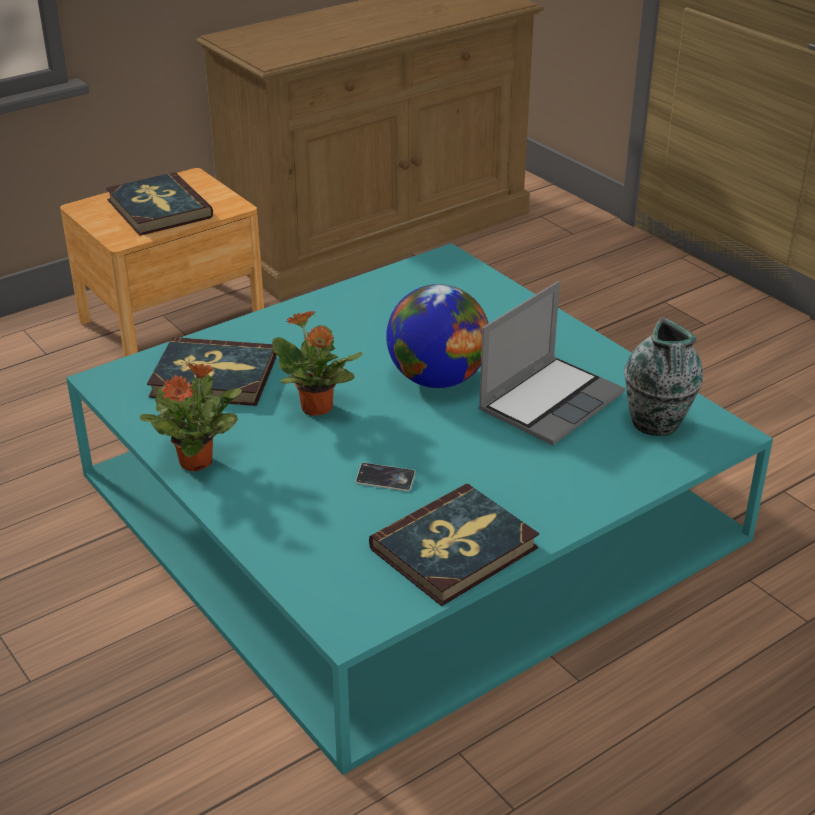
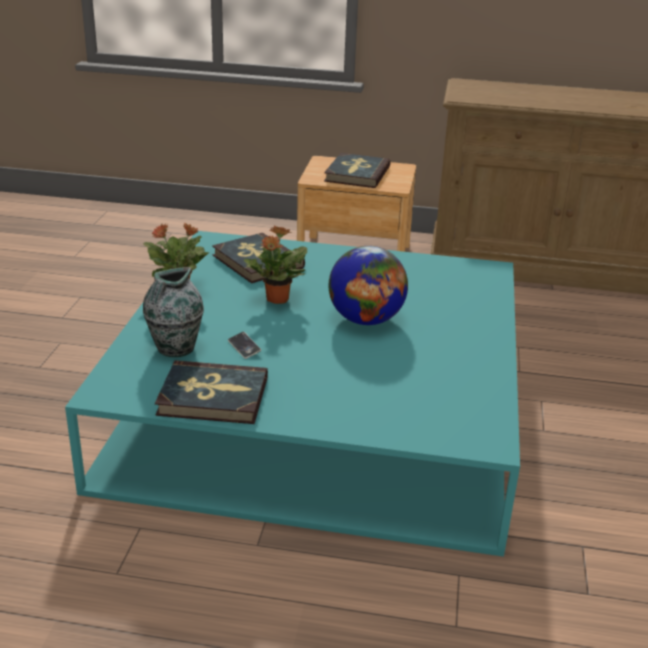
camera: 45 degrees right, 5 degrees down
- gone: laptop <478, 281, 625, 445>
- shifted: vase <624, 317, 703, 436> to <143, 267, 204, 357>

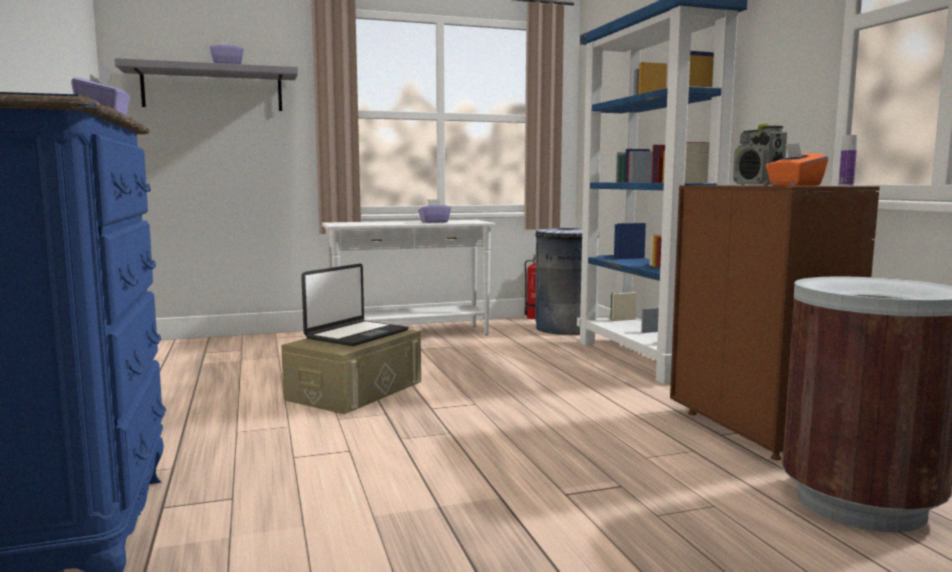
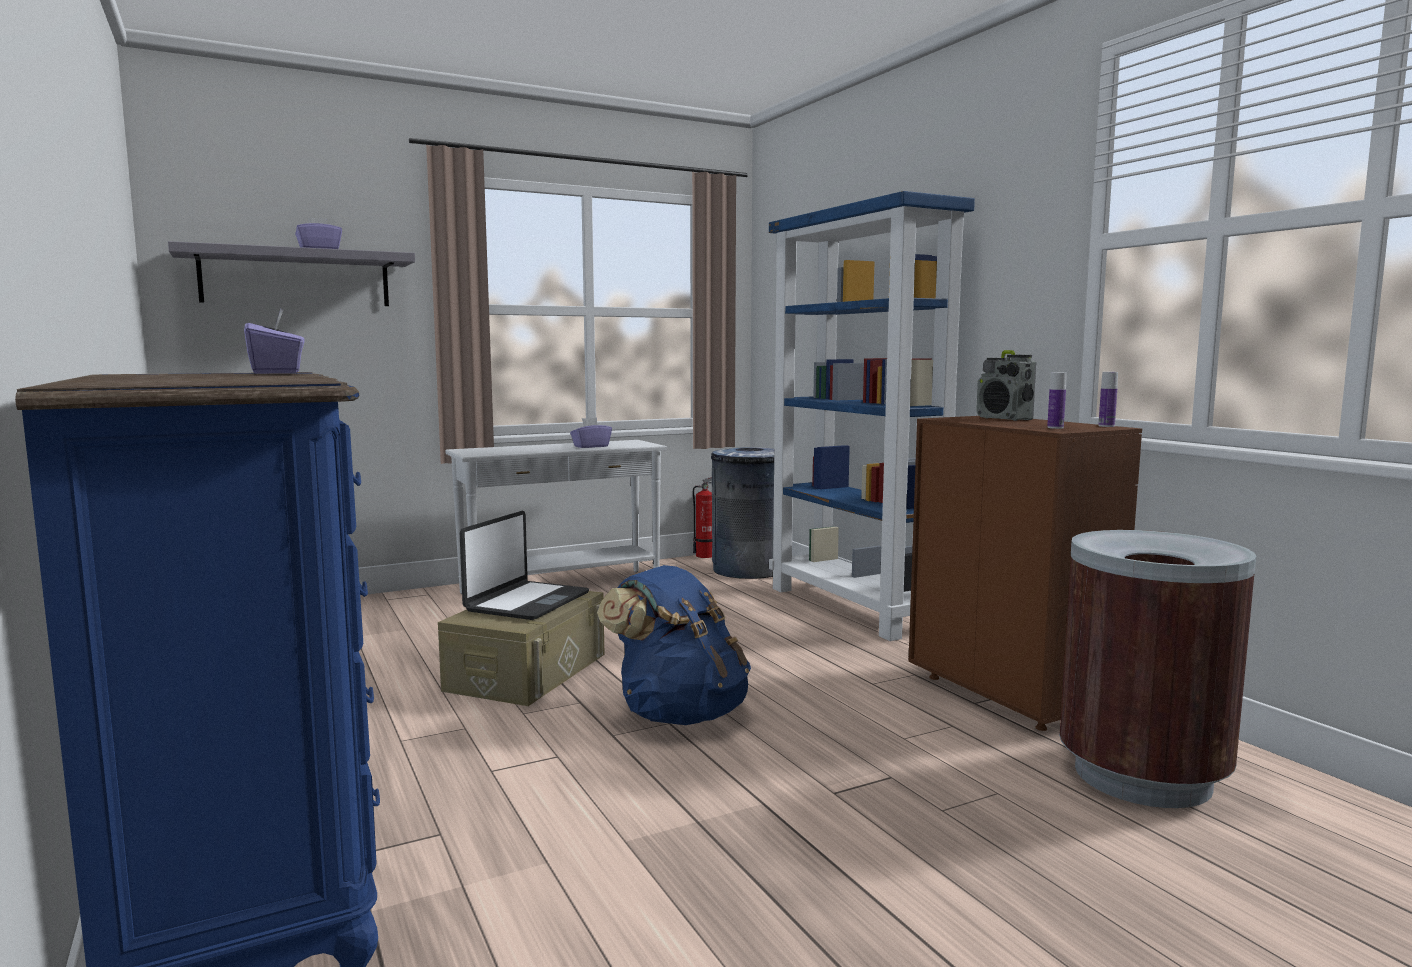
camera: 10 degrees left, 0 degrees up
- new: blue backpack <597, 565, 751, 725>
- swapped: orange tissue box <766, 143, 829, 186> to bottle <1047, 372, 1067, 429>

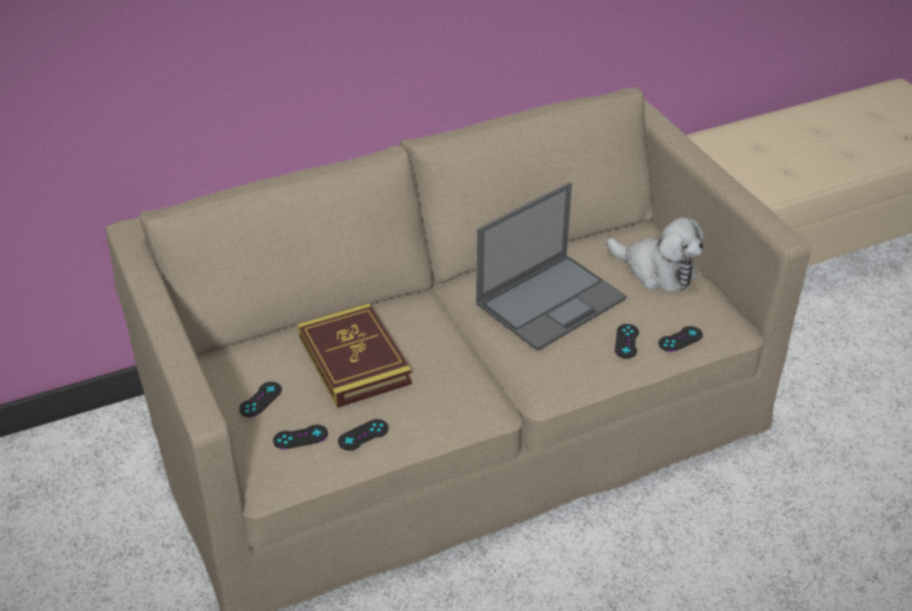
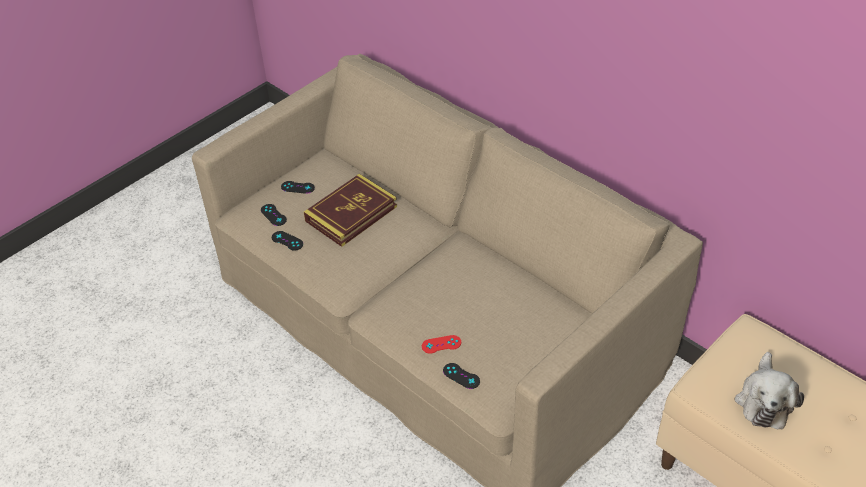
camera: 70 degrees right, 5 degrees up
- gone: laptop <476, 182, 627, 351>
- shifted: plush toy <607, 217, 704, 292> to <735, 352, 804, 430>
- repainted: black game controller <615, 324, 639, 358> to red game controller <422, 335, 461, 354>

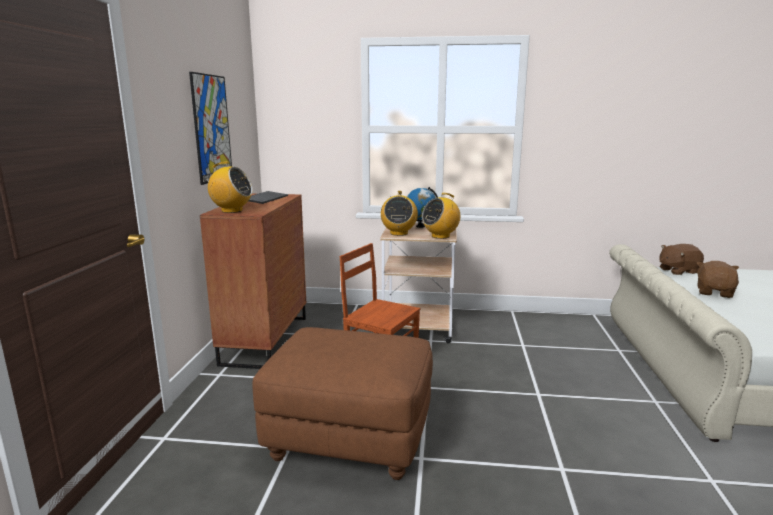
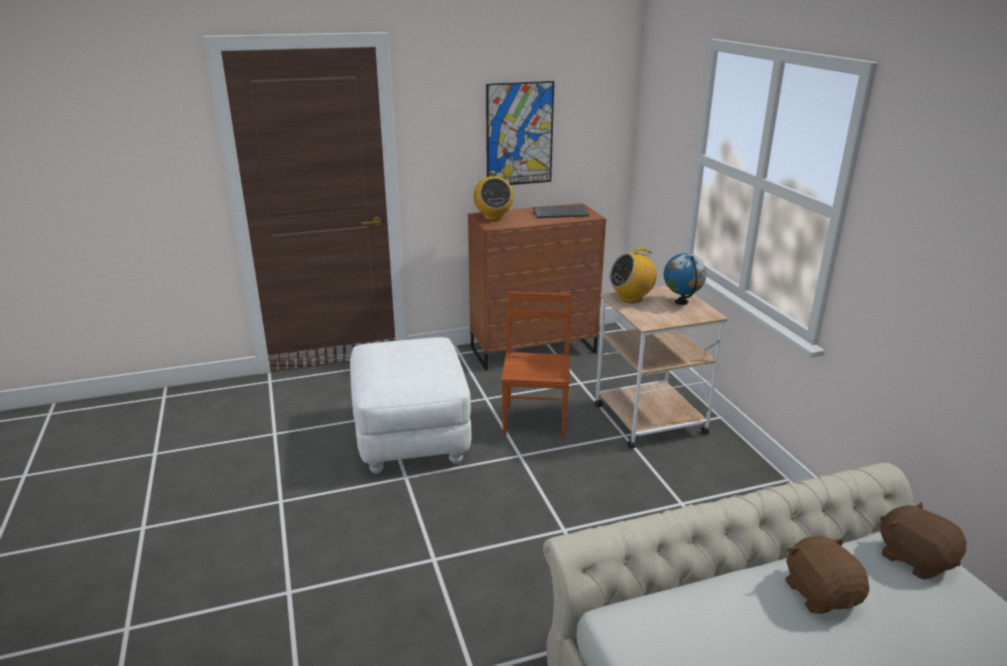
camera: 65 degrees right, 10 degrees up
- gone: radio <422, 193, 460, 239>
- repainted: brown ottoman <252, 327, 433, 480> to white ottoman <350, 337, 471, 474>
- rotated: brown plush toy <697, 261, 739, 298> = <785, 536, 870, 614> 105 degrees counterclockwise

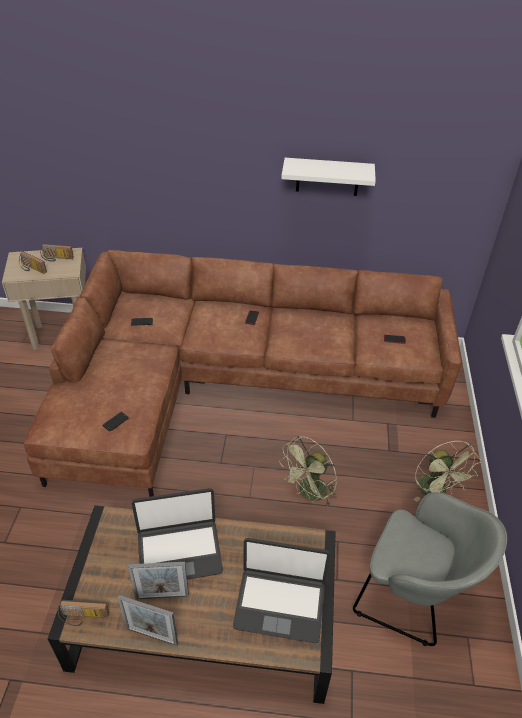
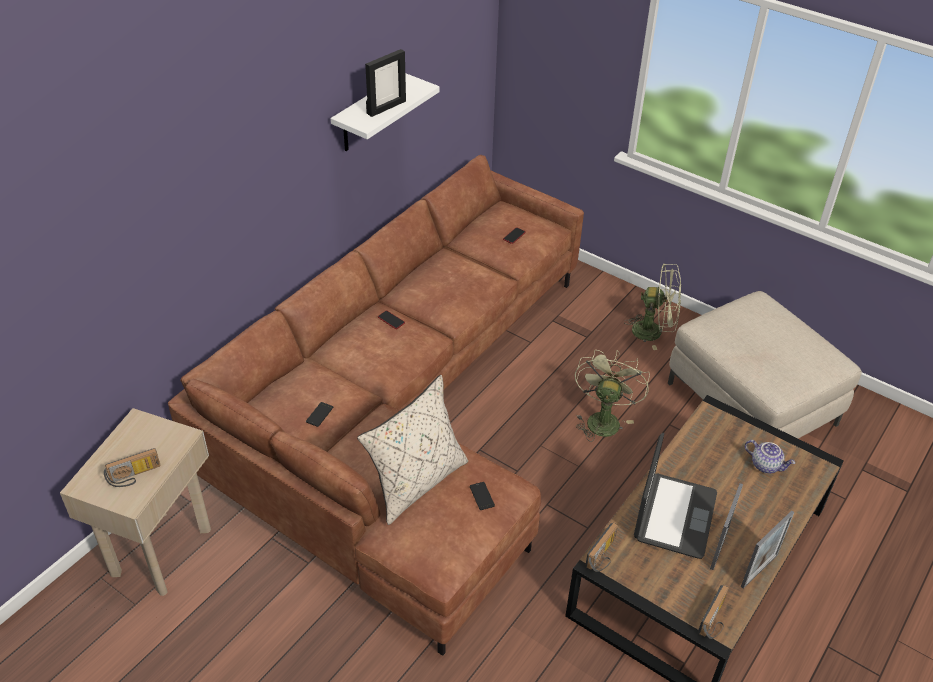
camera: 60 degrees left, 0 degrees up
- new: beige pillow <357, 375, 468, 525>
- new: picture frame <365, 49, 406, 117>
- shifted: radio <40, 244, 74, 262> to <586, 523, 618, 572>
- swapped: laptop <233, 538, 330, 643> to teapot <745, 440, 795, 473>
- swapped: grey armchair <353, 492, 507, 646> to beige ottoman <668, 291, 862, 439>
- rotated: green fan <279, 436, 337, 507> = <575, 350, 650, 442> 150 degrees counterclockwise

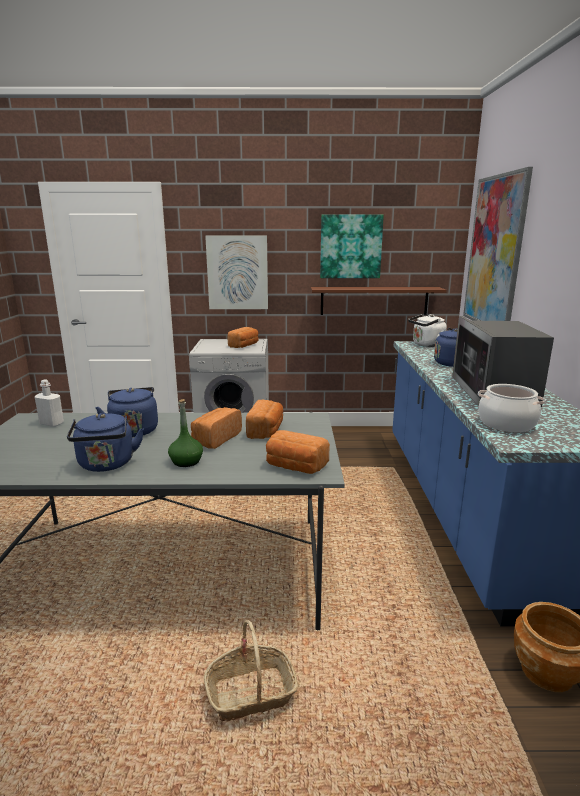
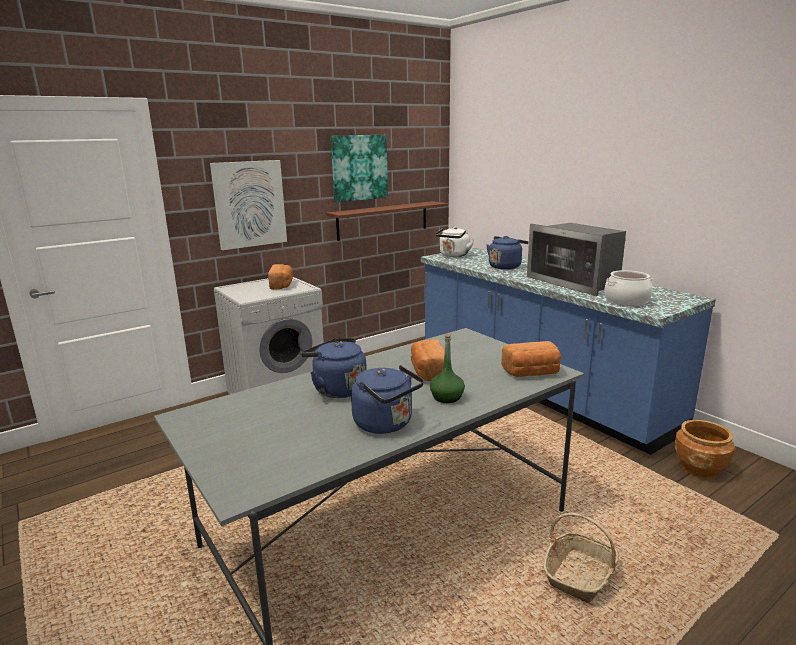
camera: 35 degrees left, 0 degrees up
- gone: white bottle <35, 379, 64, 427>
- gone: bread <246, 400, 283, 439>
- gone: picture <463, 167, 533, 321>

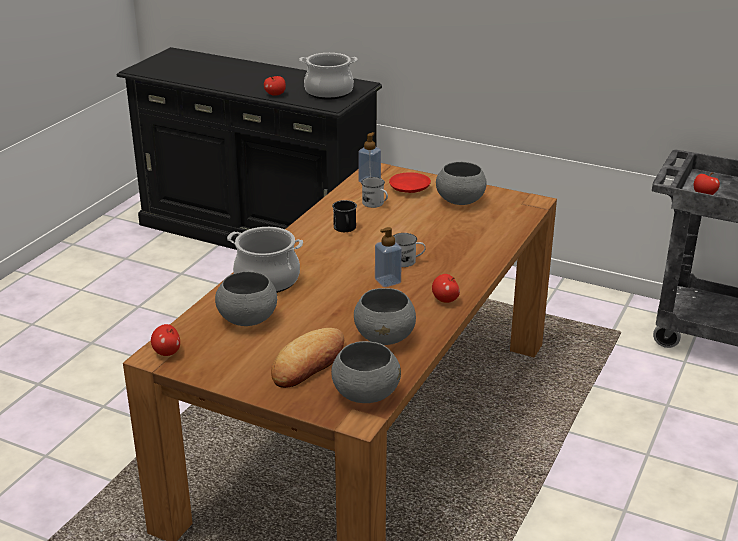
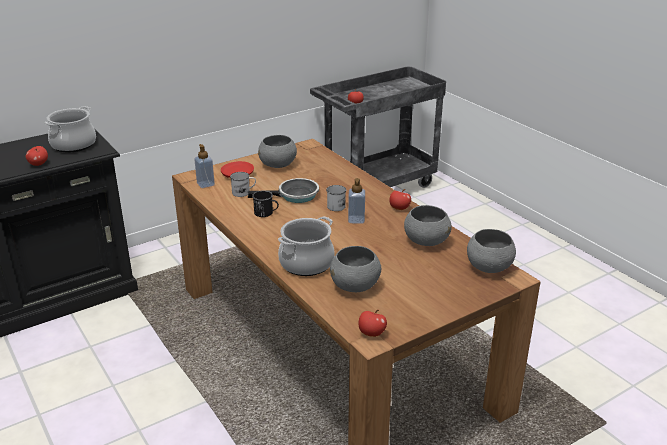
camera: 60 degrees left, 0 degrees up
- gone: bread <271, 328, 344, 388>
- new: frying pan <248, 178, 319, 203>

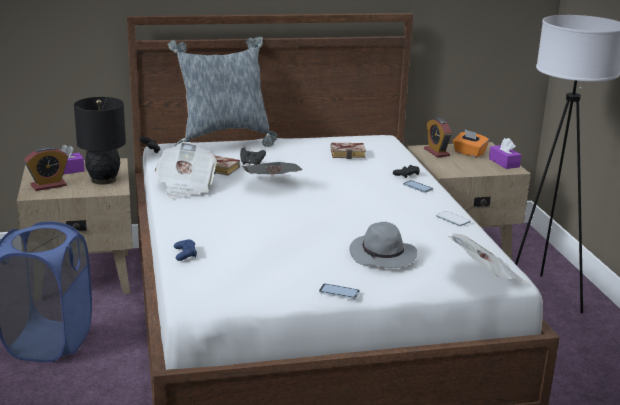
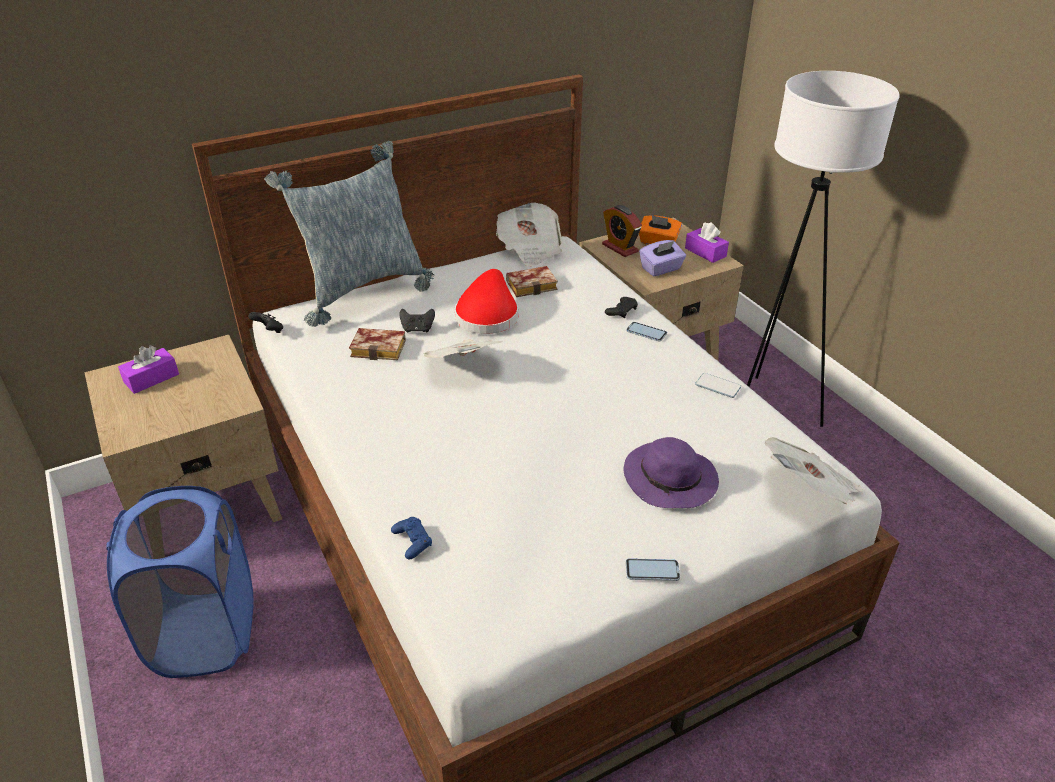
camera: 15 degrees left, 15 degrees up
- gone: alarm clock <24, 146, 68, 191>
- gone: black table lamp <74, 97, 126, 185>
- new: red hat <455, 269, 518, 334>
- new: purple tissue box <639, 240, 686, 276>
- shifted: newspaper <155, 142, 217, 199> to <496, 203, 562, 267>
- repainted: grey hat <349, 222, 417, 268> to purple hat <623, 437, 719, 508>

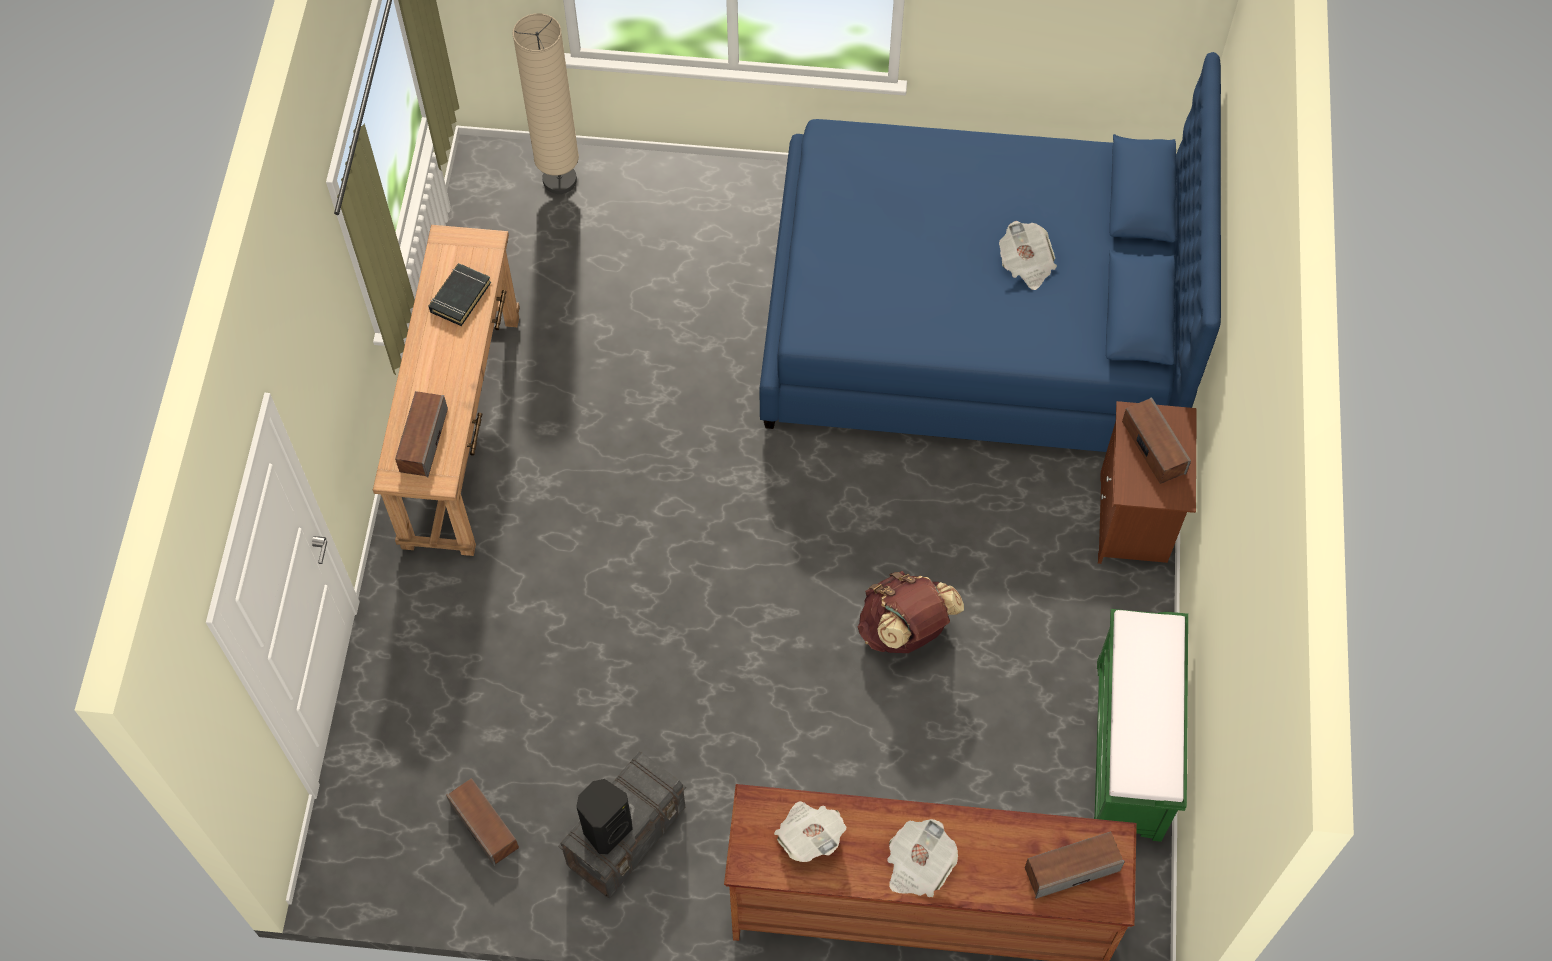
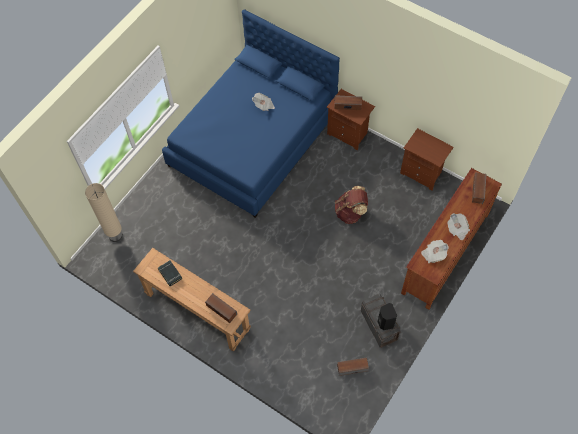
camera: 60 degrees left, 0 degrees up
- swapped: green bench <1094, 609, 1188, 842> to brown nightstand <400, 128, 454, 190>

